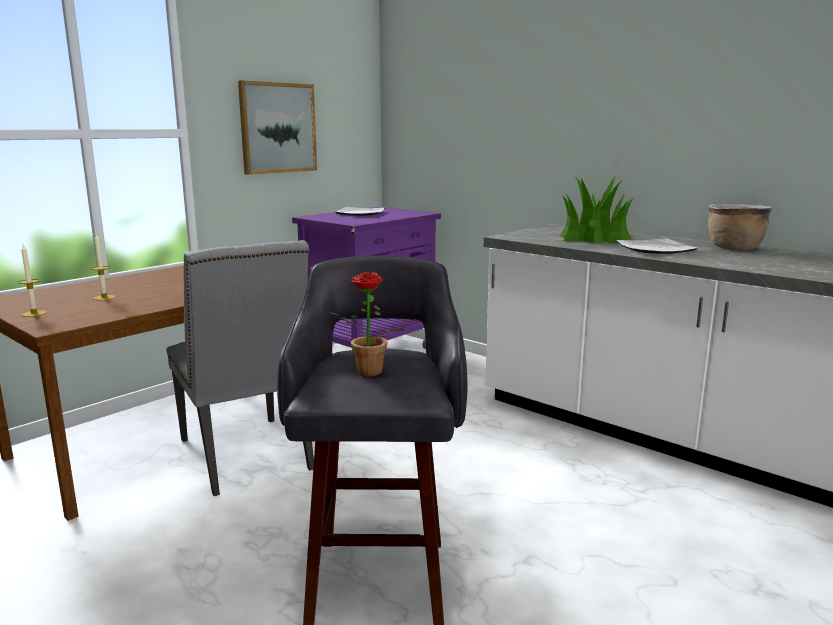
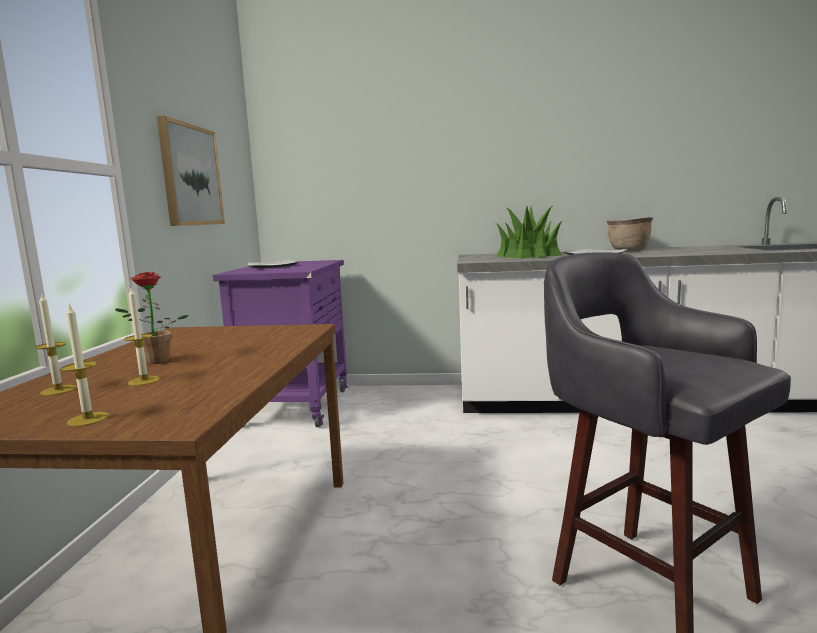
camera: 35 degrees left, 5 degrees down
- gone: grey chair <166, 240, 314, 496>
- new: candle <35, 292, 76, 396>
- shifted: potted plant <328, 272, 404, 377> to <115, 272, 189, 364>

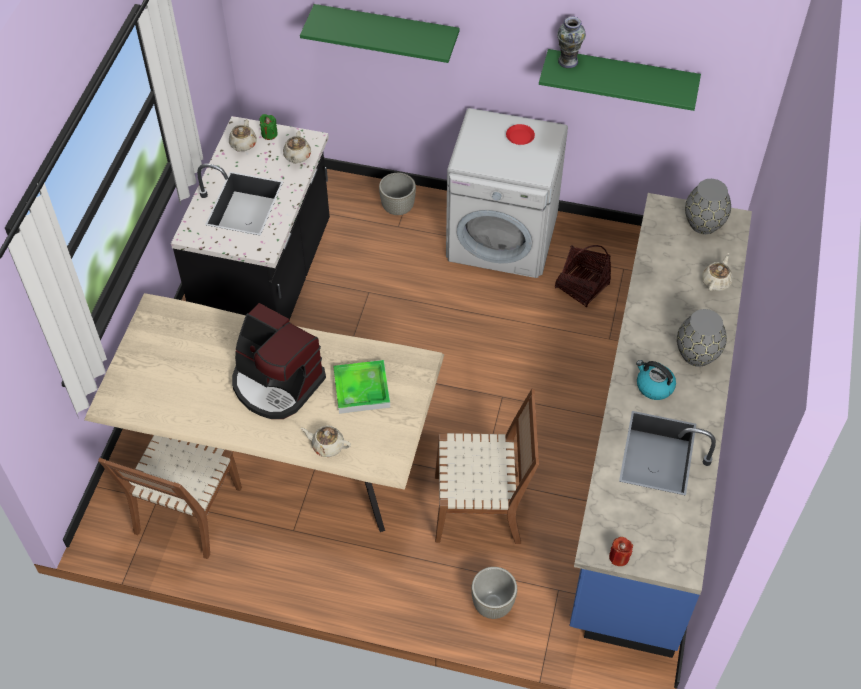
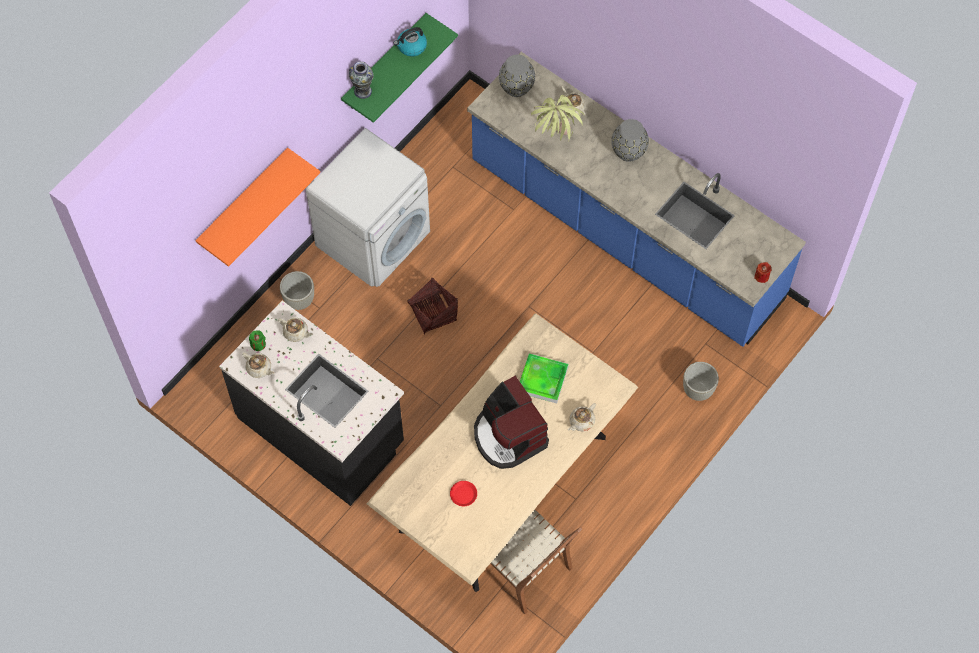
camera: 65 degrees left, 10 degrees up
- gone: chair <435, 389, 539, 544>
- new: potted plant <531, 95, 586, 141>
- shifted: red plate <506, 124, 535, 145> to <450, 481, 477, 506>
- shifted: basket <555, 245, 611, 307> to <407, 278, 458, 334>
- shifted: kettle <636, 360, 676, 400> to <394, 27, 427, 57>
- repainted: green shelf <300, 4, 460, 63> to orange shelf <195, 148, 320, 267>
- rotated: coffee machine <232, 303, 326, 419> = <474, 376, 549, 469> 90 degrees clockwise

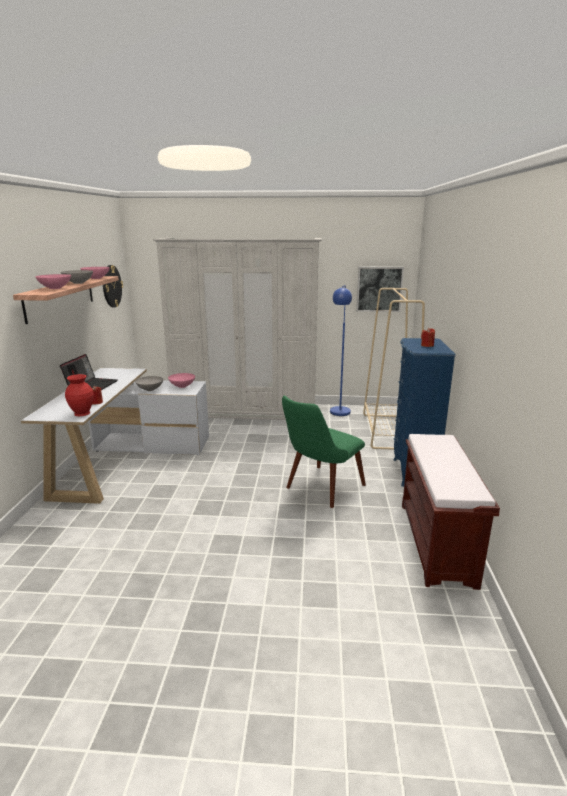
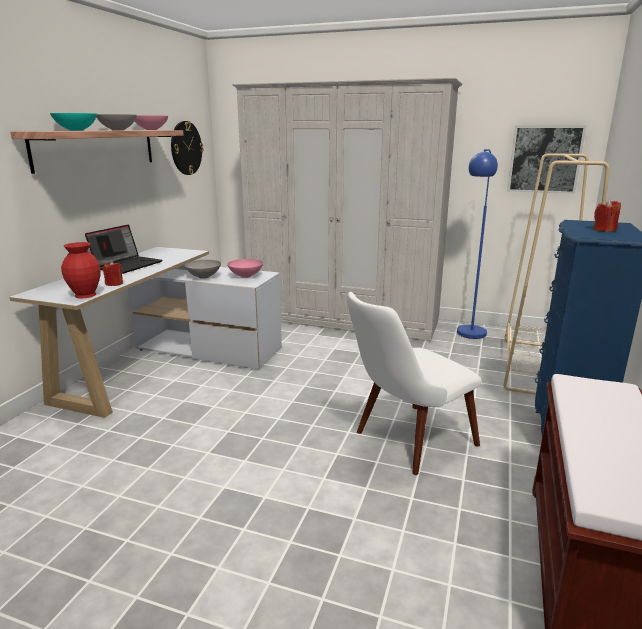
camera: 15 degrees right, 0 degrees up
- repainted: pink bowl <35, 274, 71, 289> to turquoise bowl <50, 113, 97, 131>
- repainted: green chair <282, 396, 366, 508> to white chair <347, 292, 482, 475>

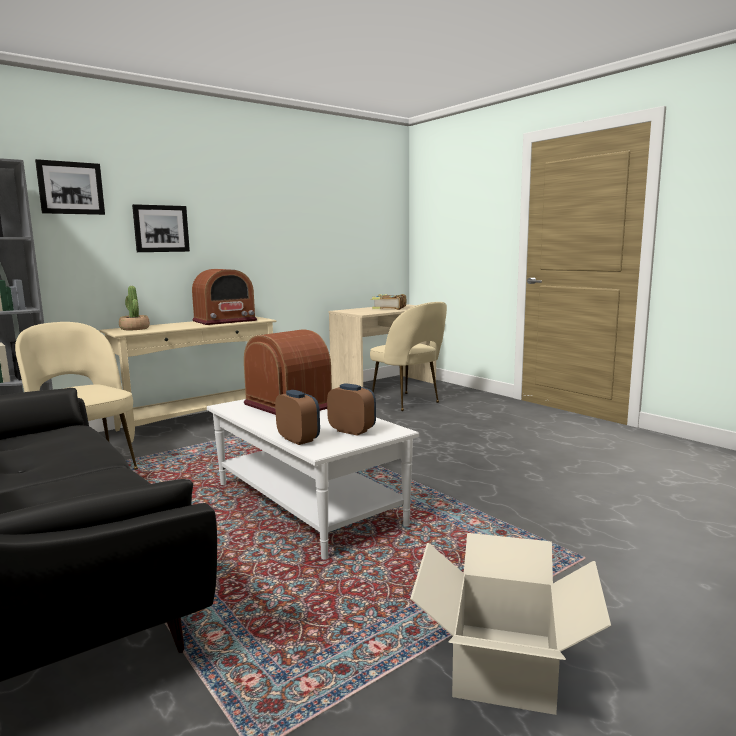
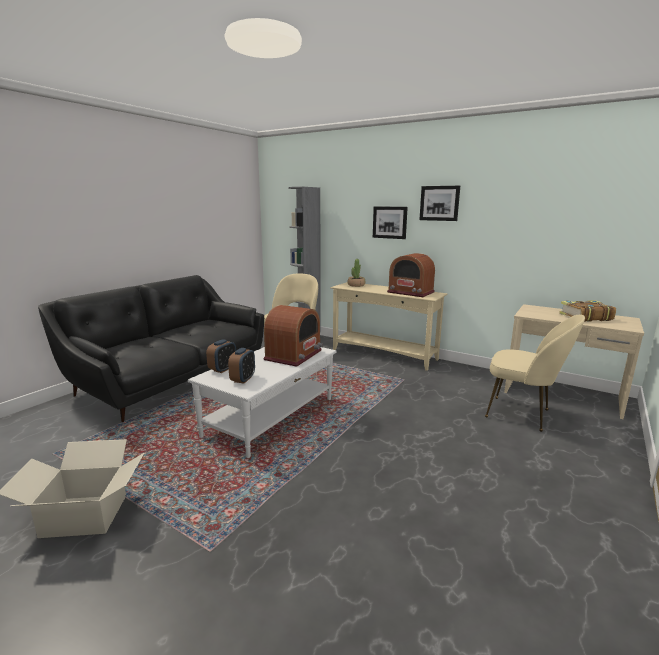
camera: 70 degrees right, 5 degrees up
- shifted: picture <35, 159, 105, 215> to <419, 186, 460, 221>
- rotated: beige chair <370, 302, 447, 411> = <485, 315, 585, 432> 90 degrees counterclockwise

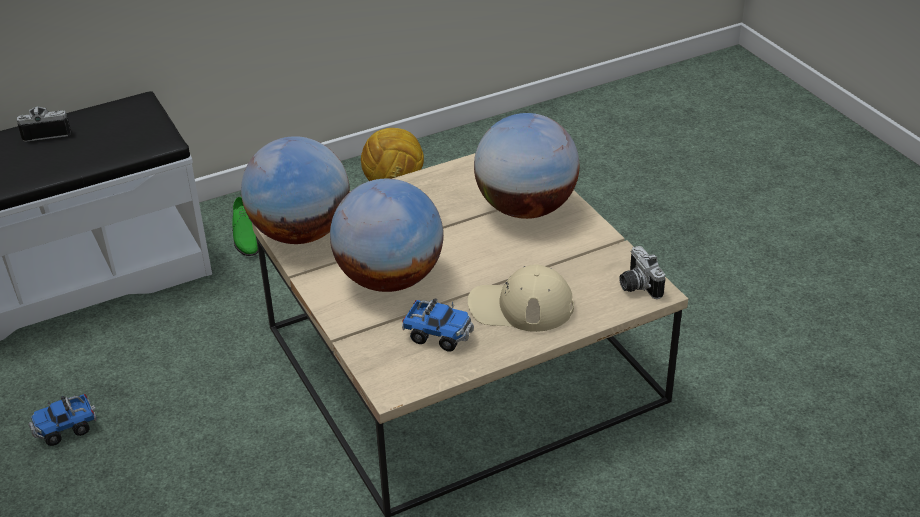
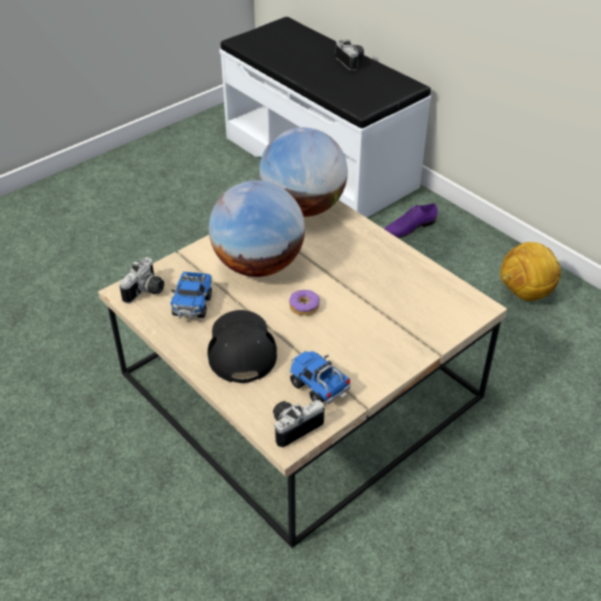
camera: 75 degrees right, 5 degrees up
- gone: globe <474, 113, 579, 219>
- new: photo camera <119, 257, 164, 304>
- new: donut <289, 290, 320, 316>
- shifted: toy truck <29, 394, 96, 446> to <290, 351, 351, 404>
- repainted: green shoe <232, 197, 258, 256> to purple shoe <385, 203, 437, 238>
- repainted: beige cap <468, 264, 574, 332> to black cap <207, 310, 277, 383>

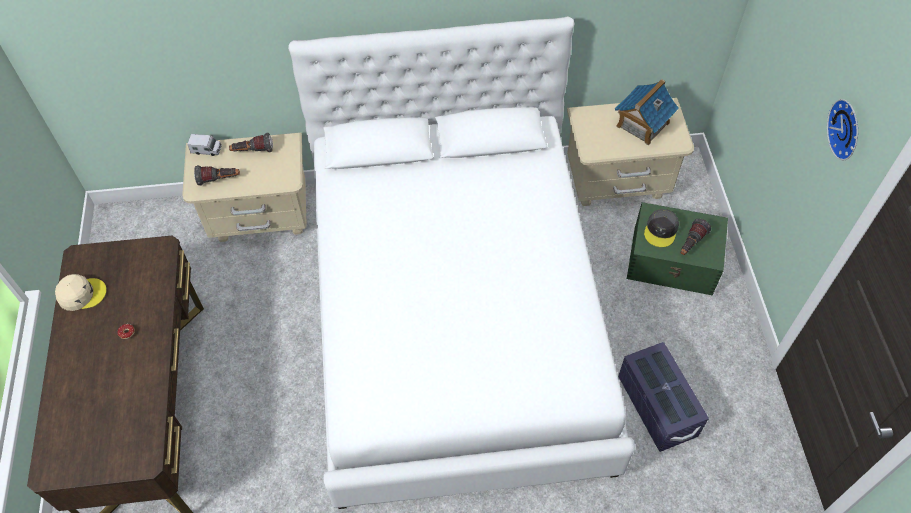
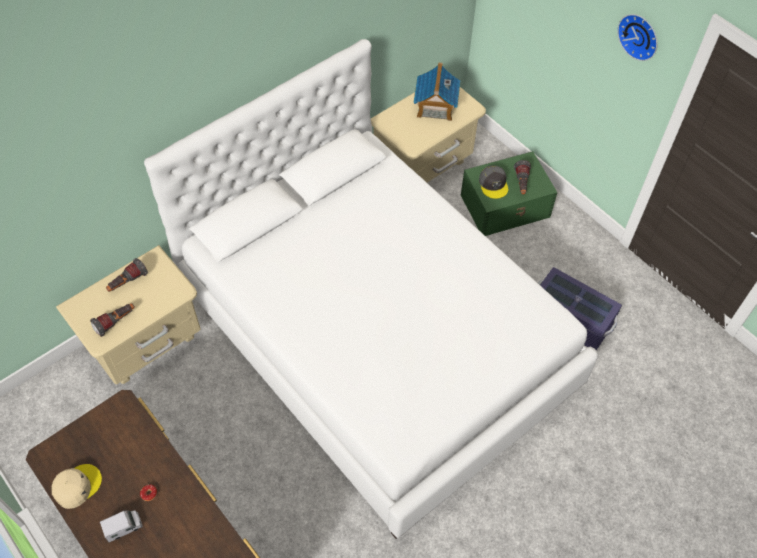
camera: 35 degrees left, 0 degrees up
- shifted: toy truck <187, 134, 222, 156> to <100, 510, 143, 543>

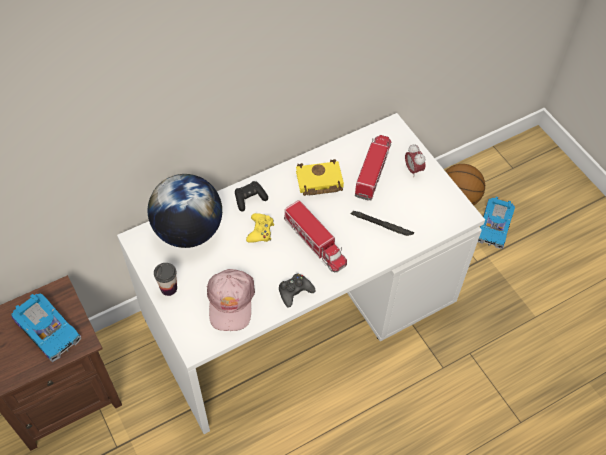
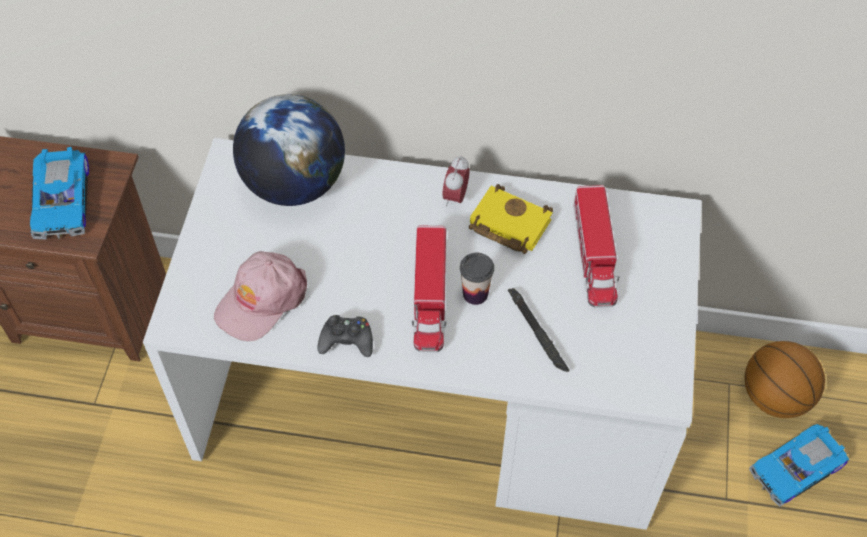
camera: 40 degrees right, 0 degrees up
- gone: black game controller <235, 181, 268, 211>
- gone: yellow game controller <246, 213, 274, 243>
- shifted: cup <154, 263, 177, 296> to <460, 253, 494, 305>
- shifted: alarm clock <405, 144, 425, 174> to <442, 156, 470, 207>
- rotated: toy truck <355, 135, 392, 201> = <574, 185, 620, 308> 120 degrees clockwise

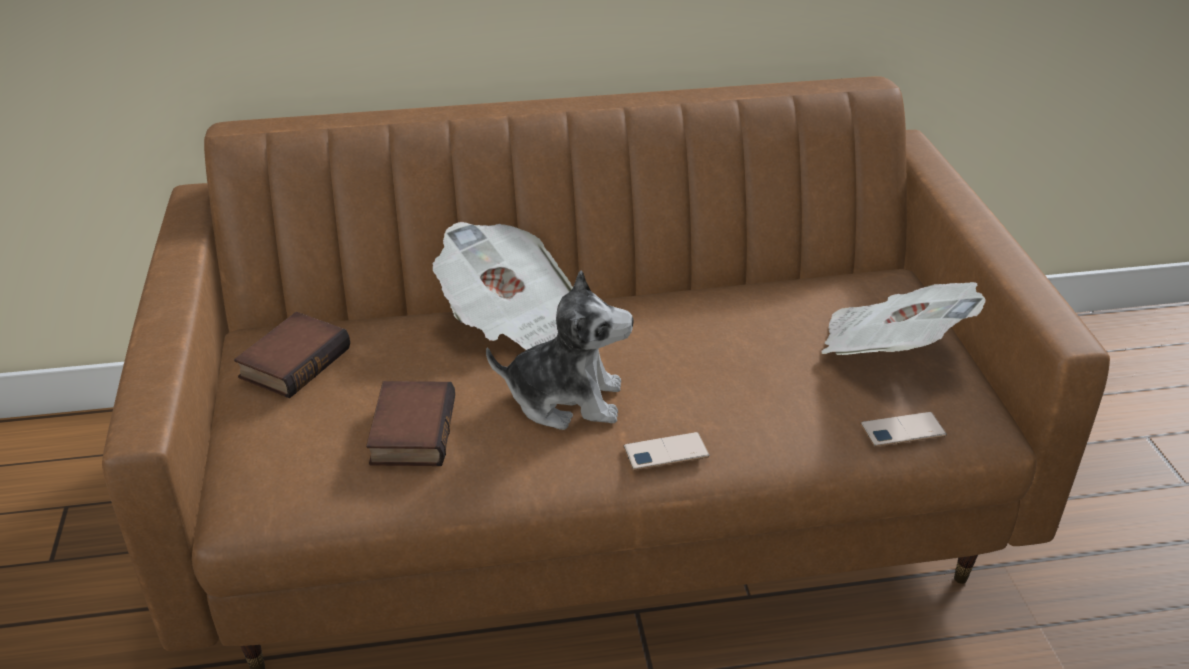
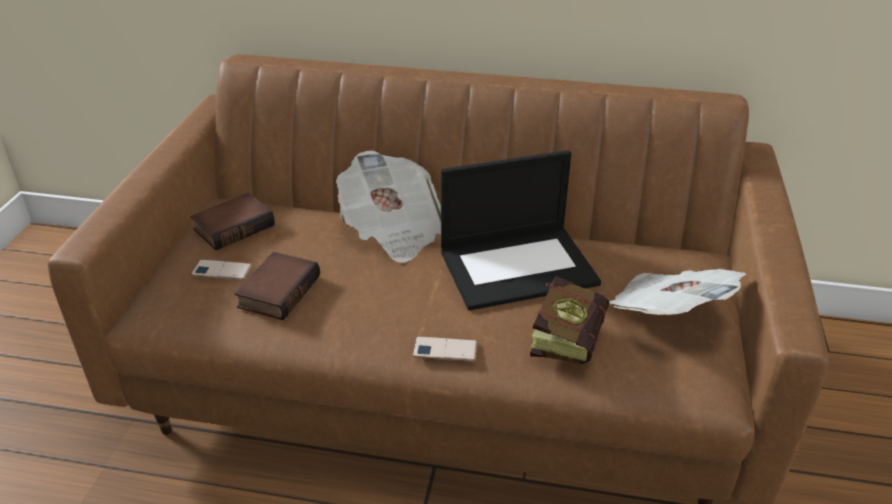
camera: 20 degrees right, 0 degrees up
- gone: plush toy <486, 271, 633, 430>
- new: laptop <441, 150, 601, 311>
- new: book <530, 276, 610, 364>
- shifted: phone <861, 412, 947, 447> to <191, 259, 252, 281>

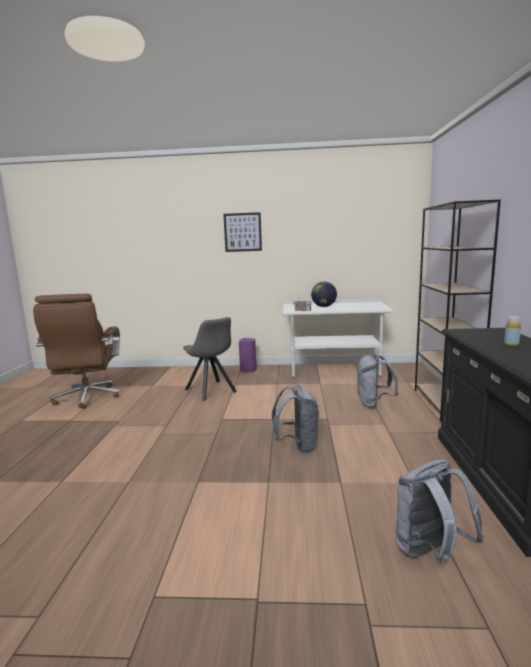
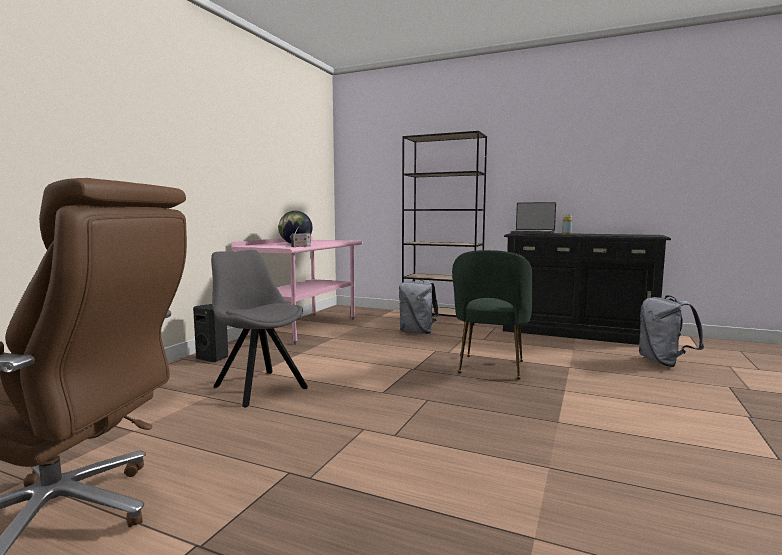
camera: 70 degrees left, 5 degrees down
- gone: picture <223, 212, 262, 252>
- new: laptop <511, 202, 556, 235>
- swapped: grey backpack <272, 385, 319, 453> to green chair <452, 250, 533, 380>
- repainted: purple speaker <239, 338, 257, 372> to black speaker <193, 304, 228, 362>
- repainted: white desk <283, 298, 393, 379> to pink desk <231, 236, 363, 345>
- rotated: grey chair <183, 317, 237, 401> = <211, 250, 308, 407> 120 degrees counterclockwise

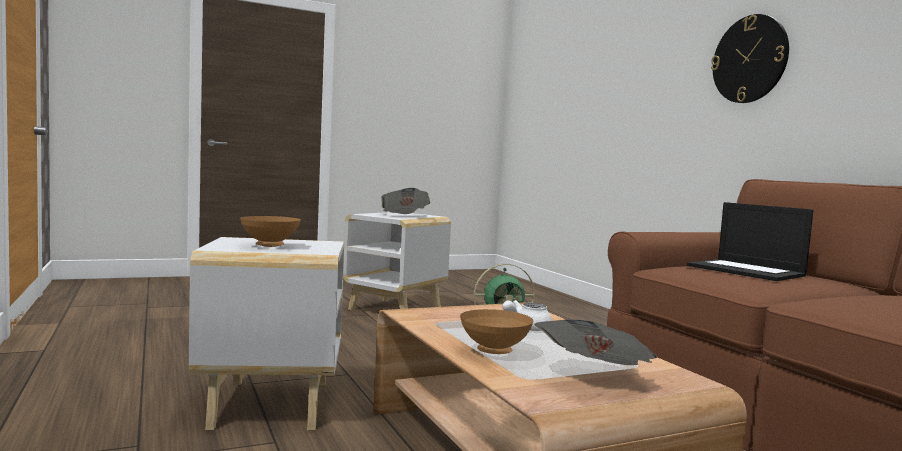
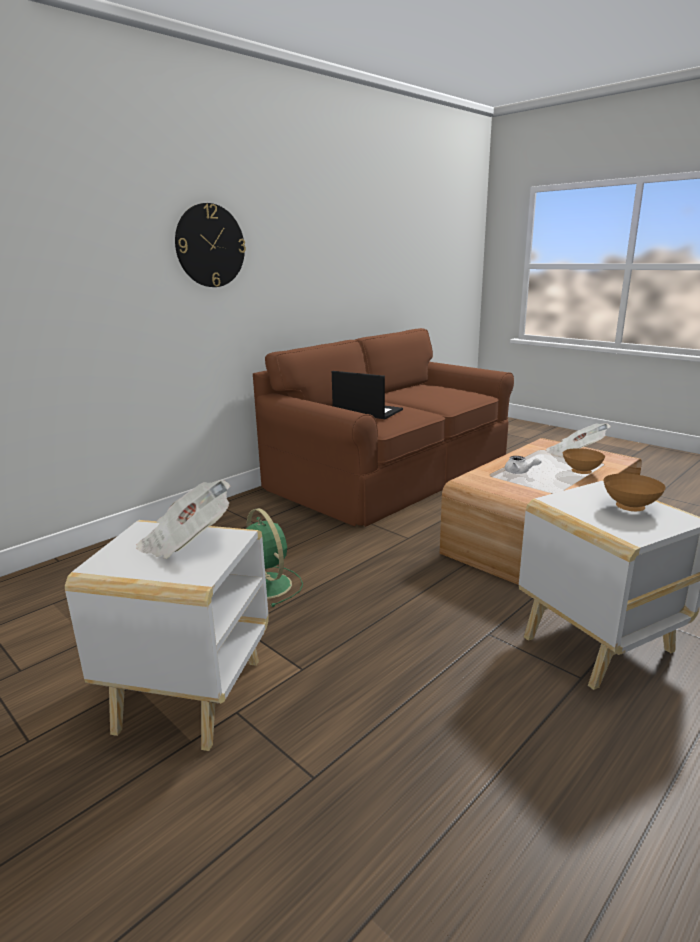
camera: 110 degrees left, 15 degrees up
- rotated: laptop <687, 202, 813, 281> = <332, 371, 403, 419> 90 degrees counterclockwise

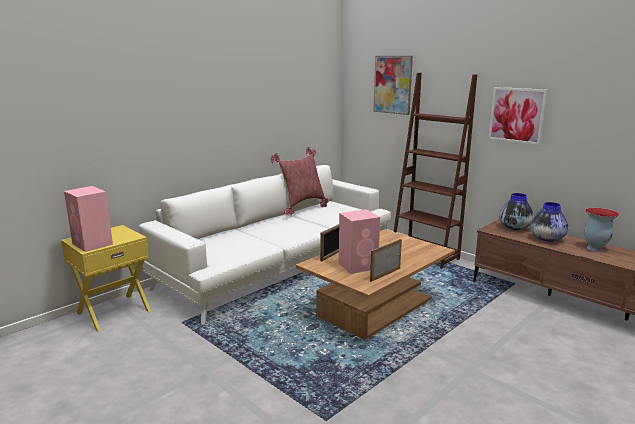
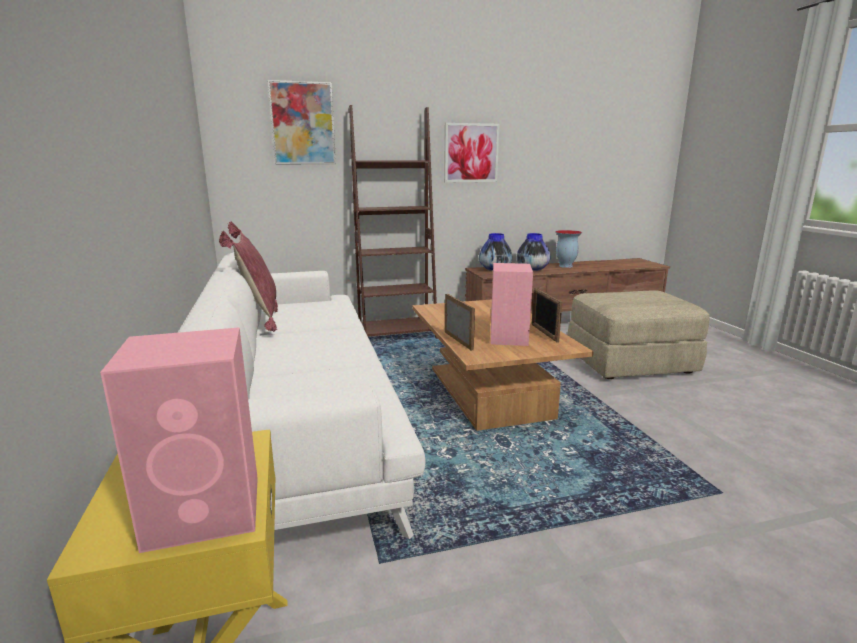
camera: 60 degrees left, 0 degrees up
- new: beige ottoman <567, 291, 710, 379>

